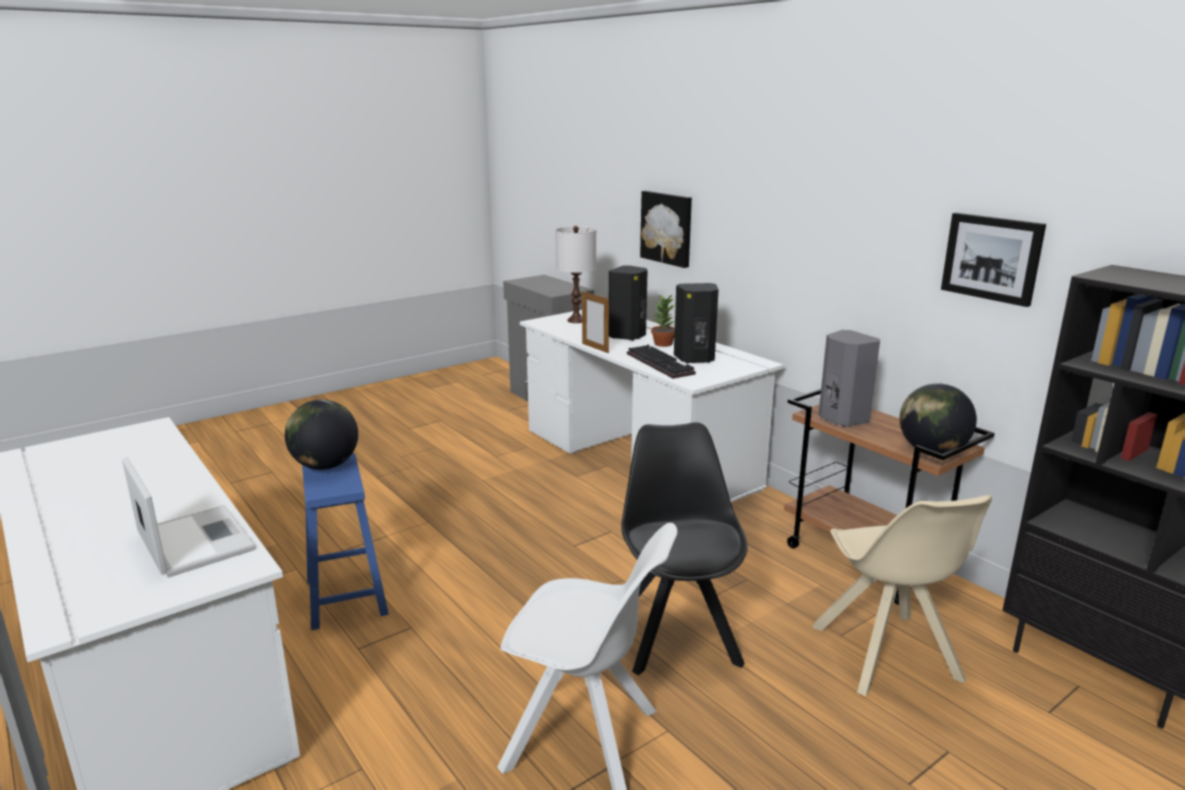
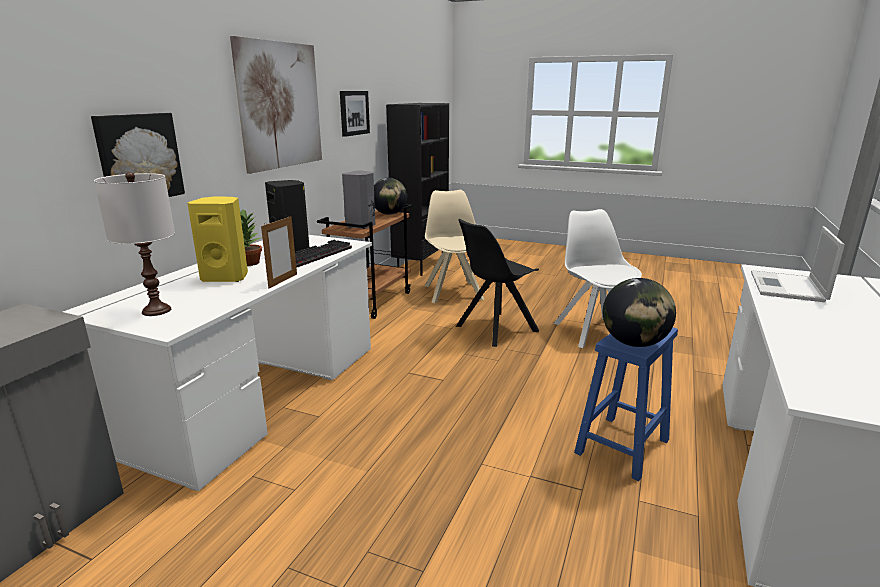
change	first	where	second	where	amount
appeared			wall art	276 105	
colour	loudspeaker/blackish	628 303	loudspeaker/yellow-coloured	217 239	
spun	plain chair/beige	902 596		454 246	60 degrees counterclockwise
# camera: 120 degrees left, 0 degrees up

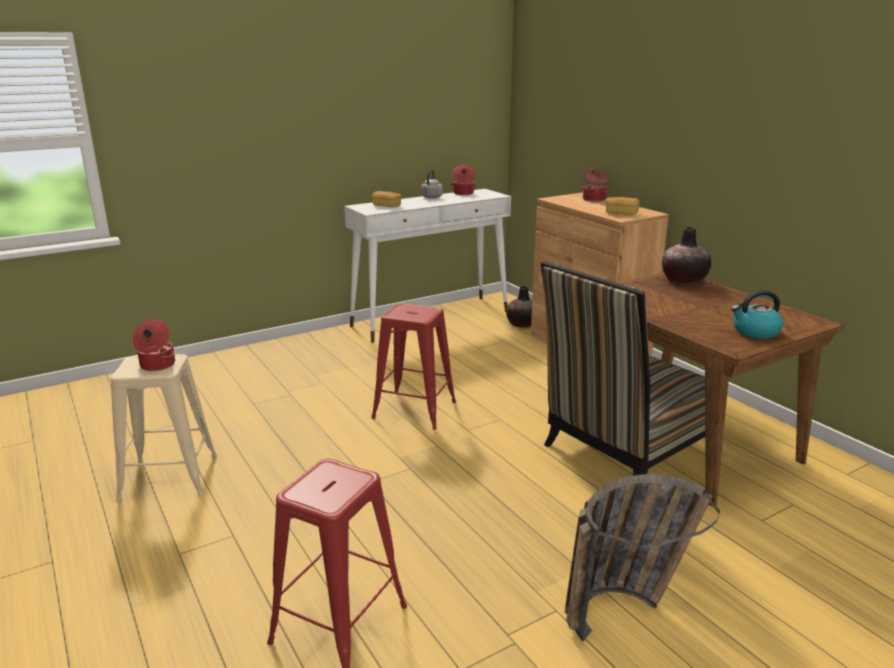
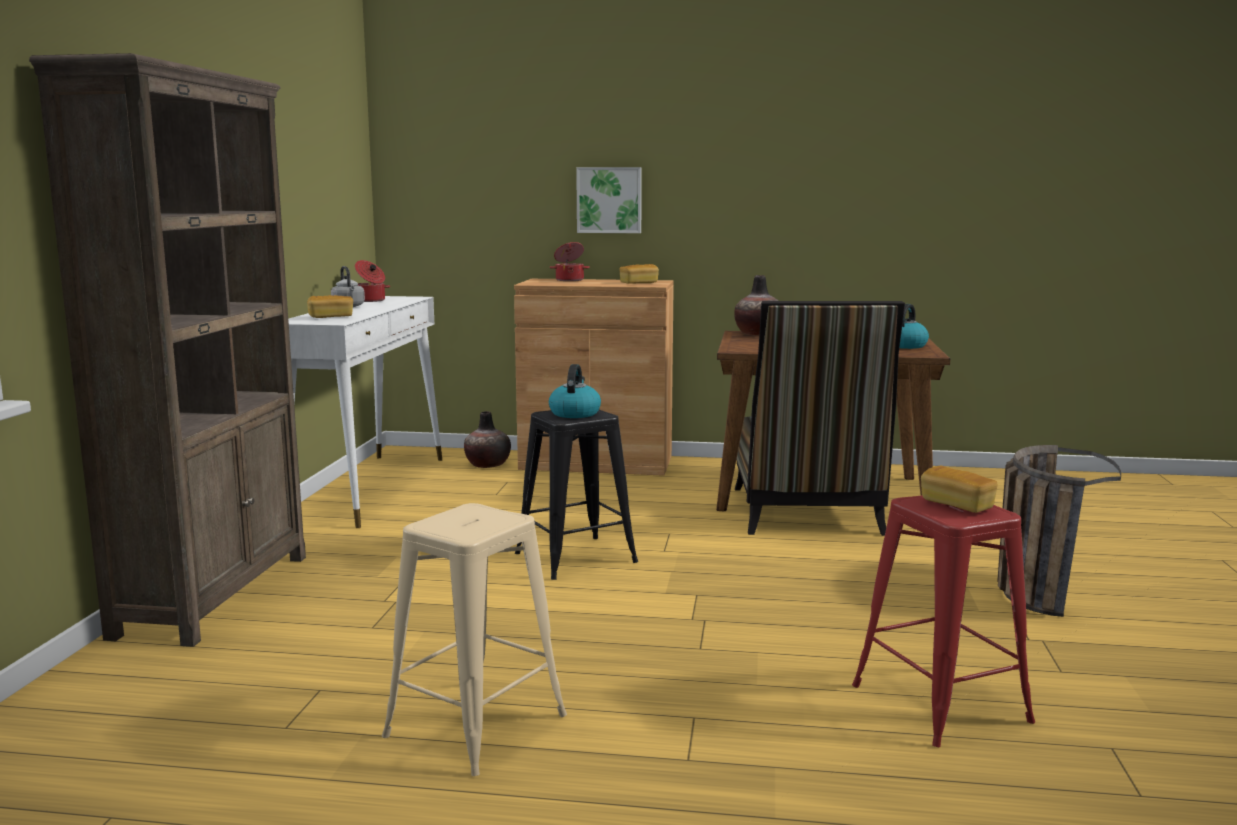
change	first	where	second	where	amount
missing	stockpot	153 345			
appeared			bookshelf/brownish	167 350	
appeared			water kettle	575 391	
appeared			wall art	609 200	
appeared			bread	959 489	
colour	stool seat/red	413 366	stool seat/blackish	576 494	
# camera: 50 degrees left, 10 degrees down

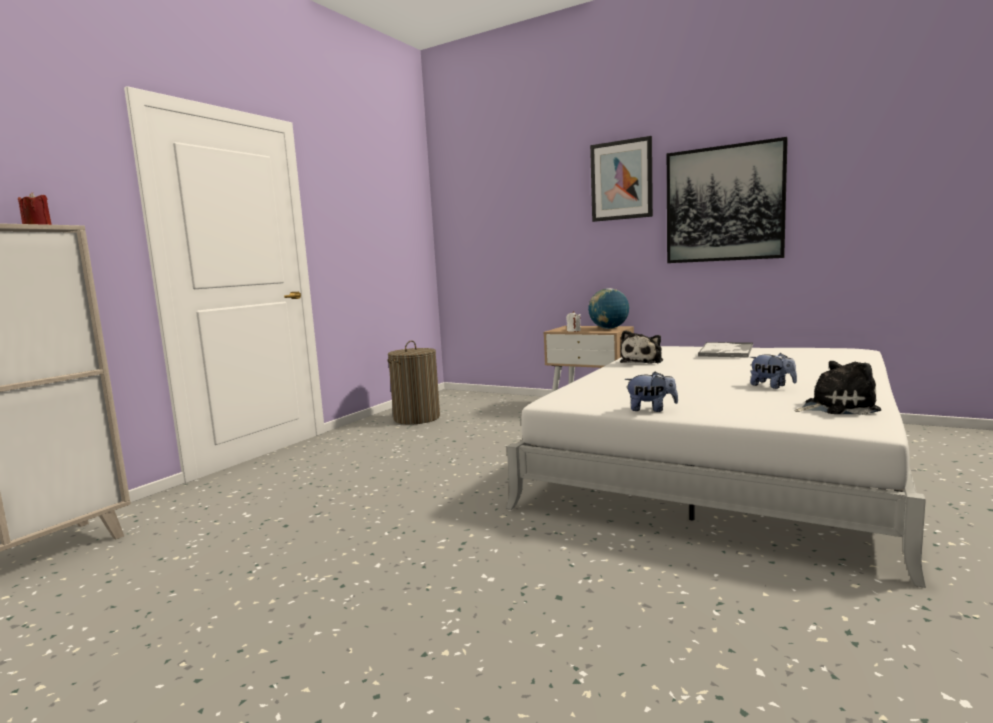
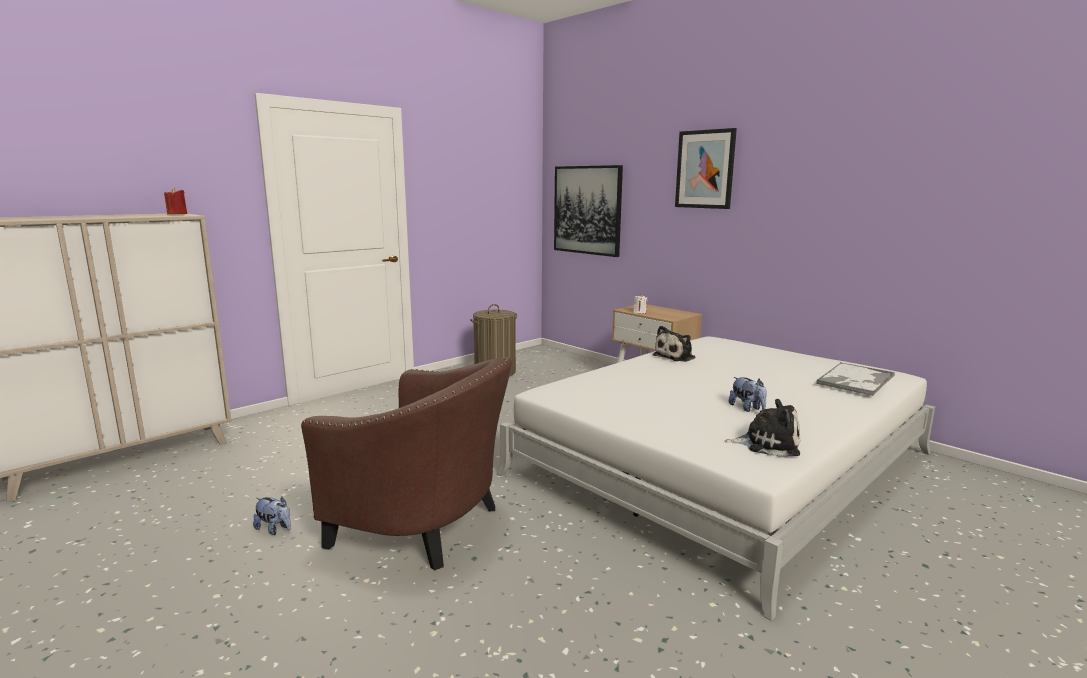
change	first	where	second	where	amount
missing	globe	608 308			
appeared			armchair/brownish	406 464	
relocated	soft toy	651 392		272 515	
relocated	wall art	727 200		588 211	
relocated	tray	725 350		855 379	
# camera: 15 degrees right, 5 degrees up

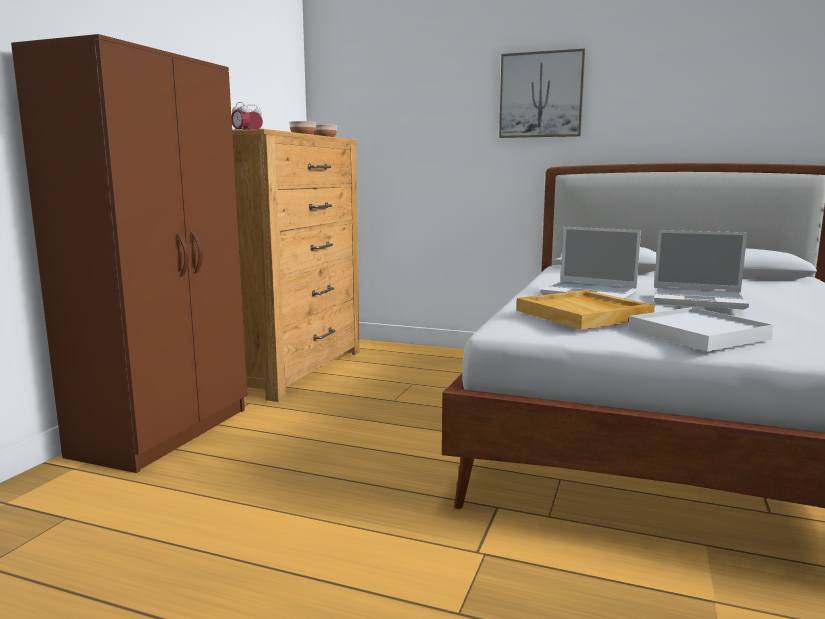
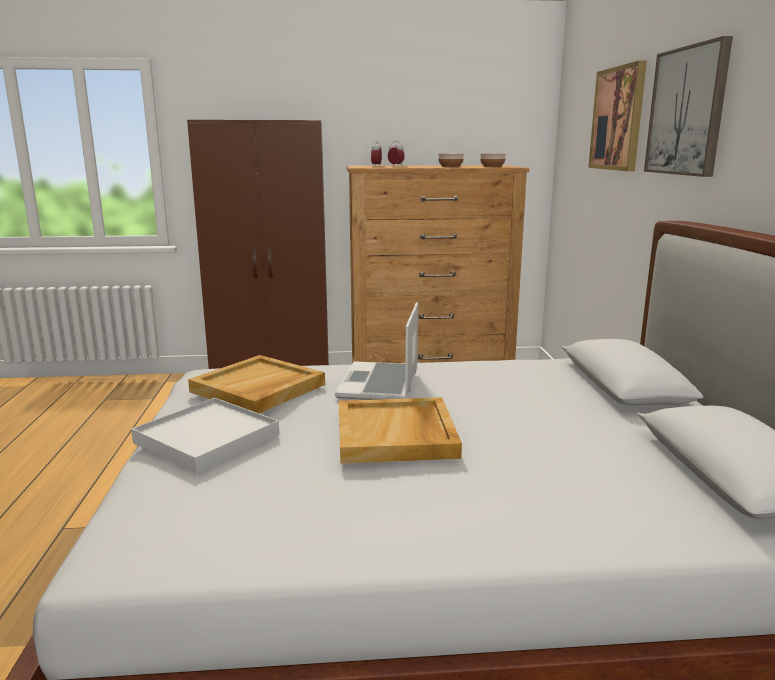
change	first	where	second	where	amount
appeared			wall art	617 115	
exchanged	notebook computer	701 269	tray/beige	400 430	
# camera: 65 degrees right, 5 degrees up

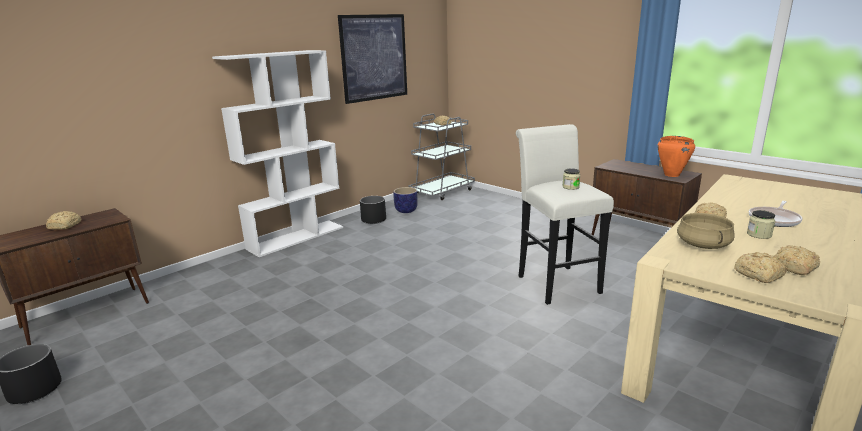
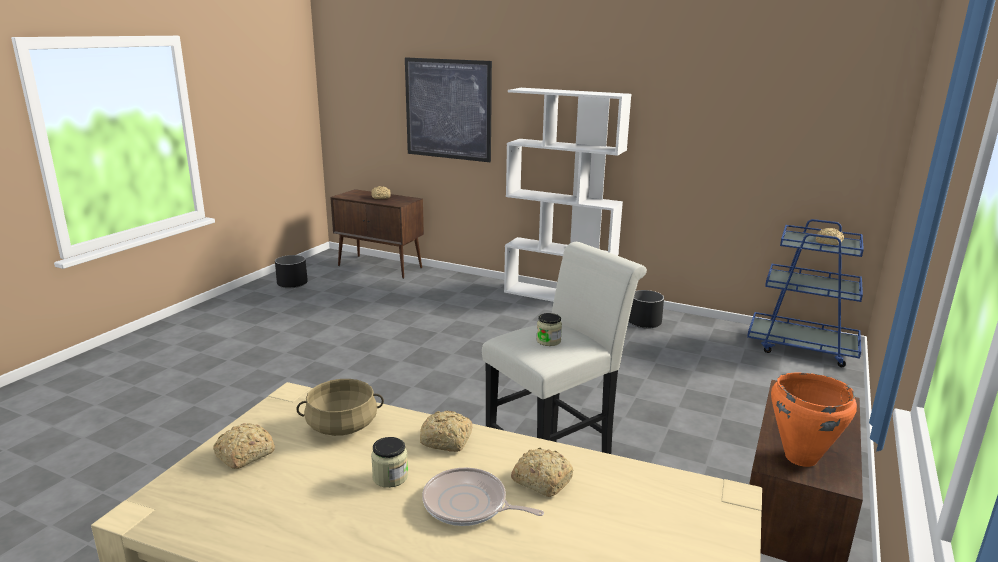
change	first	where	second	where	amount
missing	planter	405 200			
relocated	wall art	372 59		448 110	
relocated	bread	796 260		542 472	
colour	wheeled cart/gray	442 156	wheeled cart/bluish	805 293	
# camera: 70 degrees right, 0 degrees up

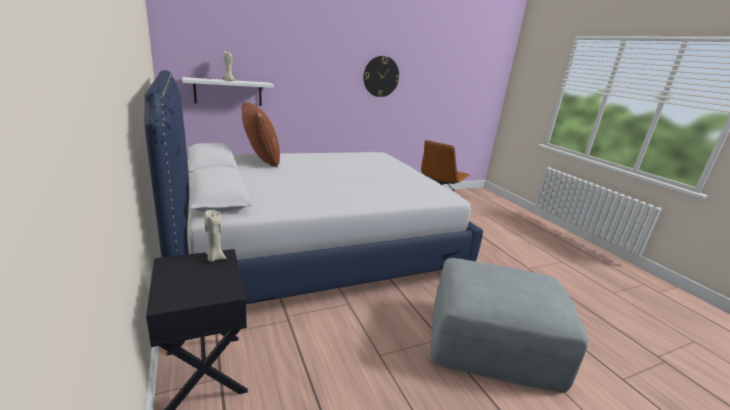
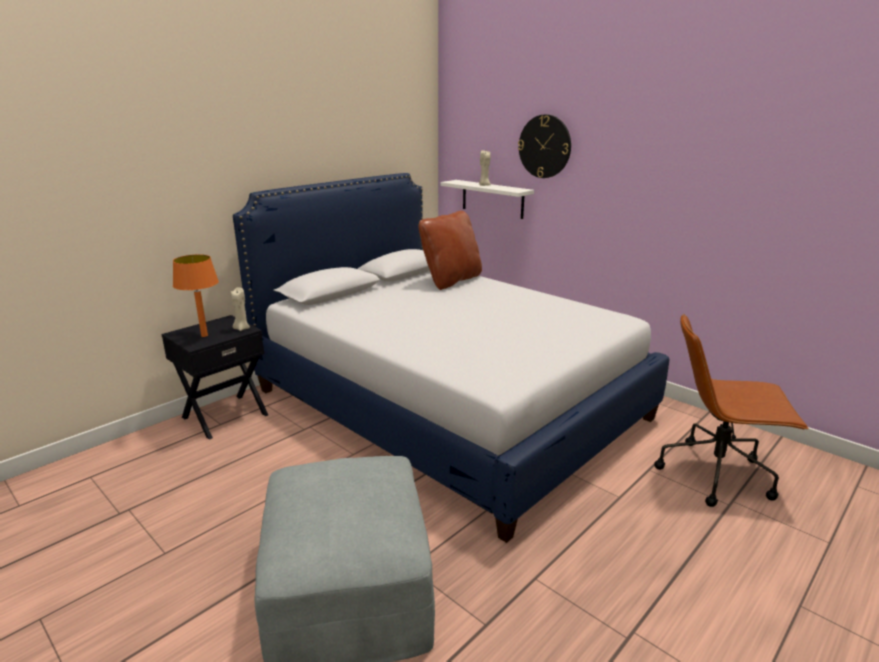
change	first	where	second	where	amount
appeared			tabletop lamp/orangey	196 295	
relocated	hanging clock	381 76		544 146	
# camera: 70 degrees right, 0 degrees up

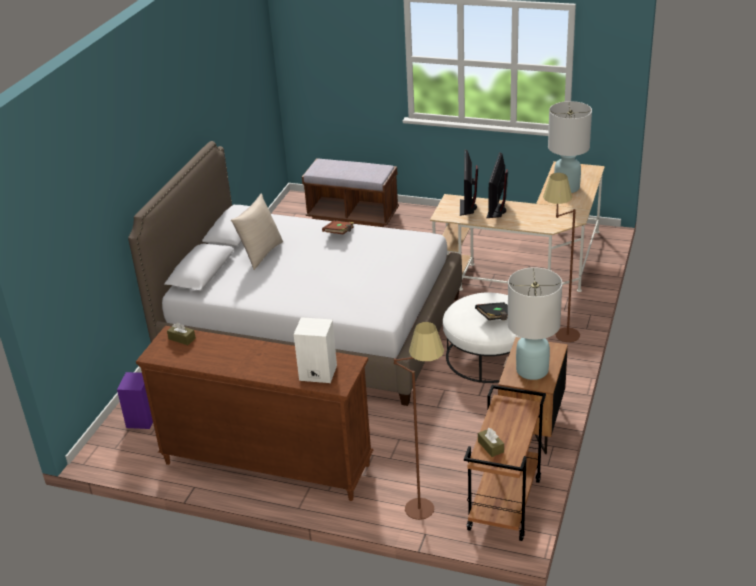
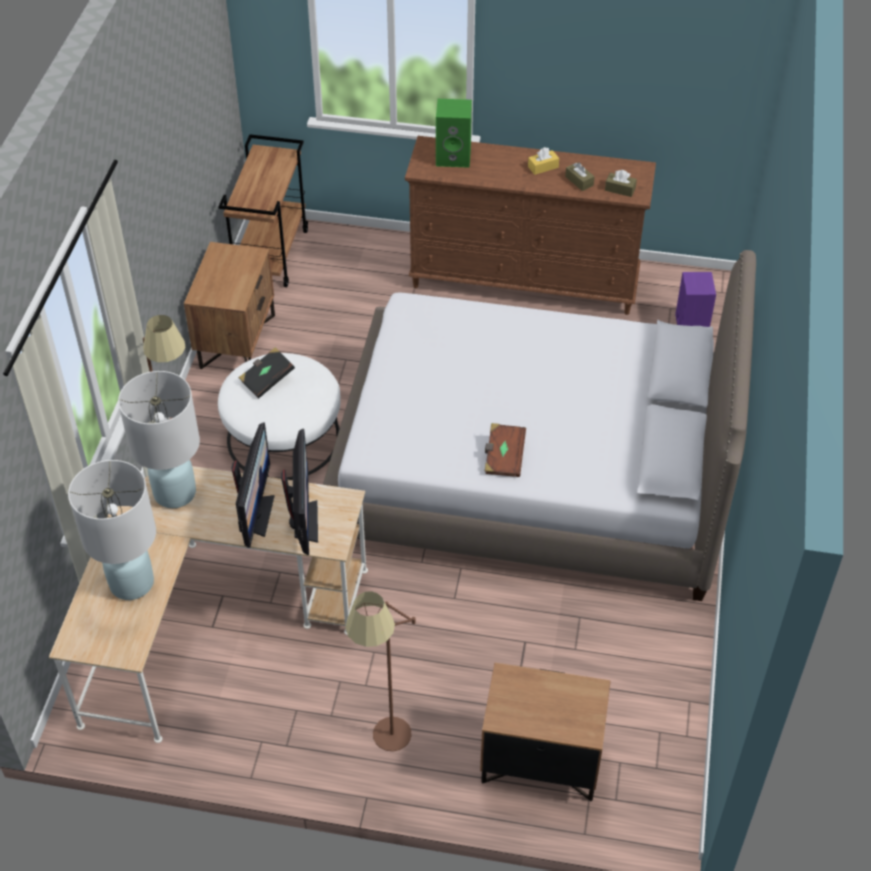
change	first	where	second	where	amount
missing	throw pillow/beige	257 232			
appeared			box of tissues/yellow-coloured	543 161	
relocated	standing lamp/brownish	419 421		380 671	
relocated	box of tissues/brownish	491 442		580 176	
relocated	tabletop lamp/whitish	535 323		159 439	
exchanged	indoor bench/brownish	350 192	nightstand/brownish	545 732	
colour	loudspeaker/whitish	315 350	loudspeaker/green	454 133	
# camera: 170 degrees right, 15 degrees up

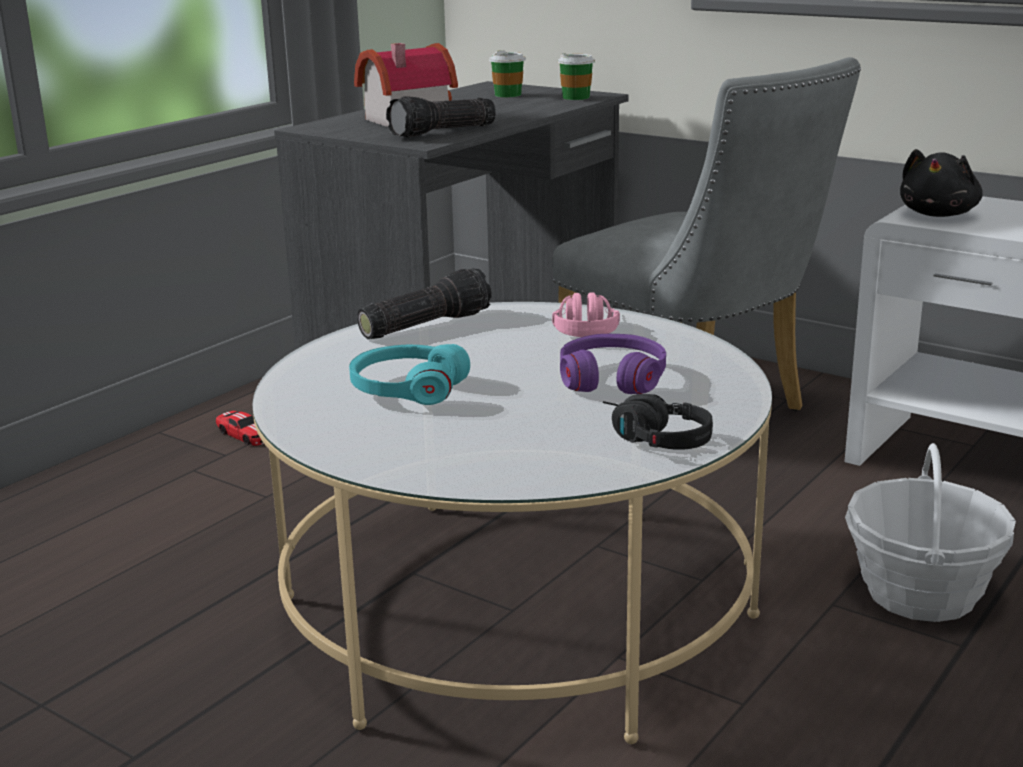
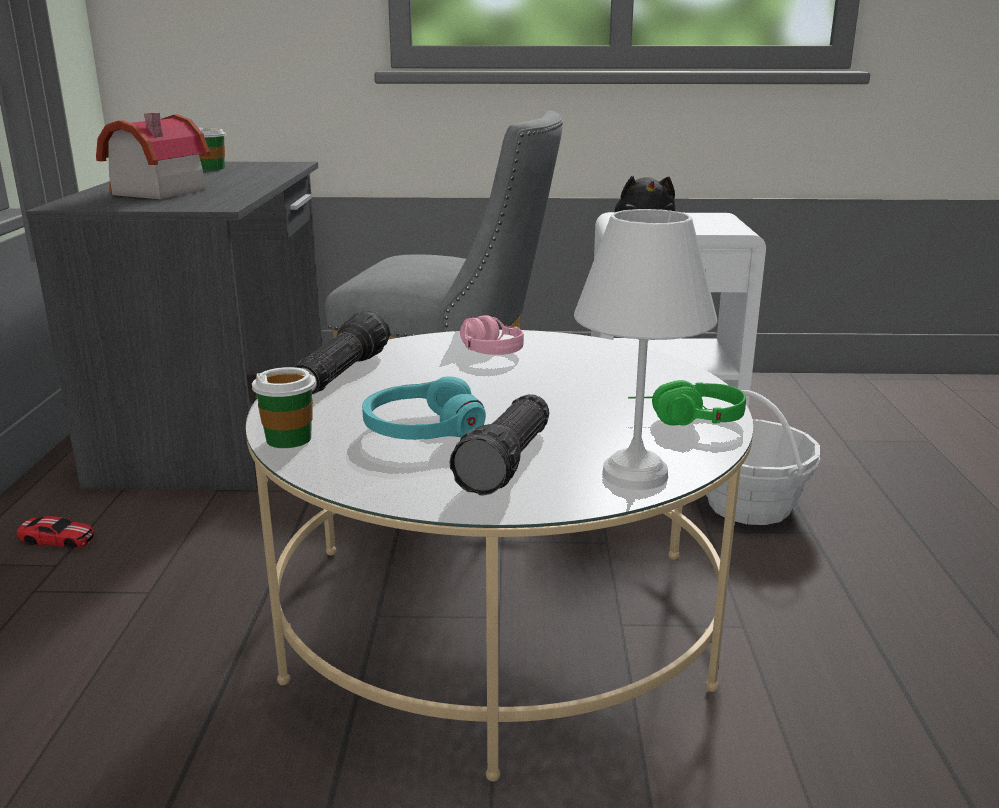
change	first	where	second	where	amount
missing	headphones/purple-coloured	613 364			
appeared			tabletop lamp/whitish	646 349	
relocated	flashlight	441 117		499 445	
relocated	drinking cup	576 76		284 407	
colour	headphones/blackish	658 422	headphones/green	687 403	
# camera: 35 degrees left, 0 degrees up

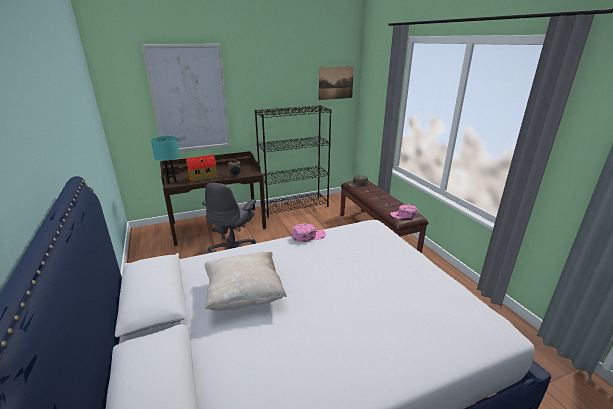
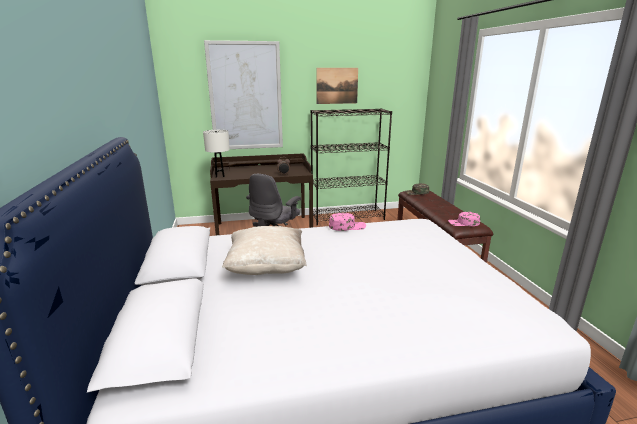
change	first	where	second	where	amount
missing	toy house	201 168			
relocated	wall art	336 83		337 86	
colour	tabletop lamp/turquoise-coloured	165 160	tabletop lamp/whitish	216 153	
# camera: 10 degrees right, 5 degrees down

